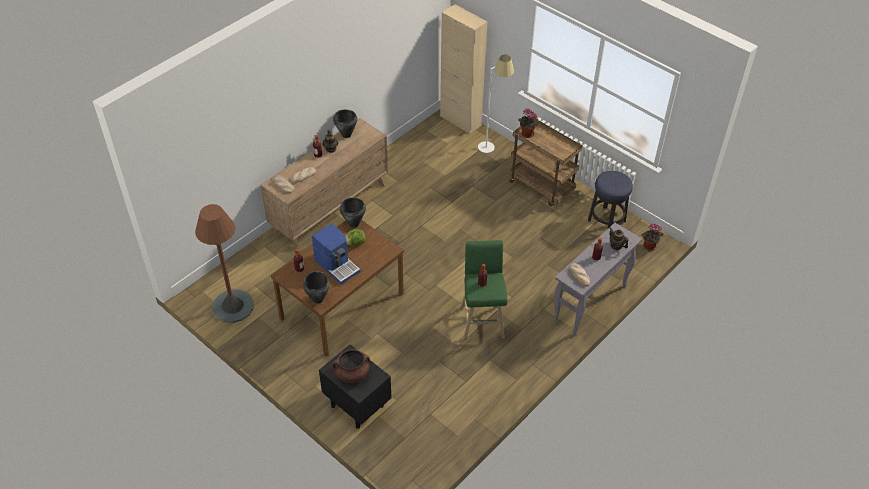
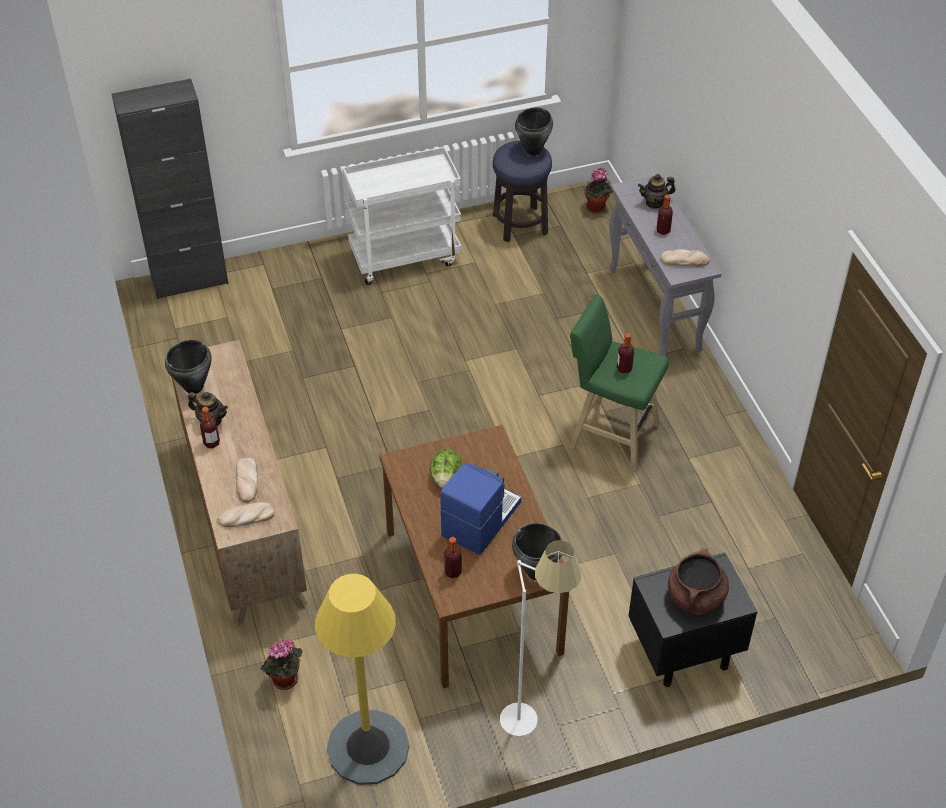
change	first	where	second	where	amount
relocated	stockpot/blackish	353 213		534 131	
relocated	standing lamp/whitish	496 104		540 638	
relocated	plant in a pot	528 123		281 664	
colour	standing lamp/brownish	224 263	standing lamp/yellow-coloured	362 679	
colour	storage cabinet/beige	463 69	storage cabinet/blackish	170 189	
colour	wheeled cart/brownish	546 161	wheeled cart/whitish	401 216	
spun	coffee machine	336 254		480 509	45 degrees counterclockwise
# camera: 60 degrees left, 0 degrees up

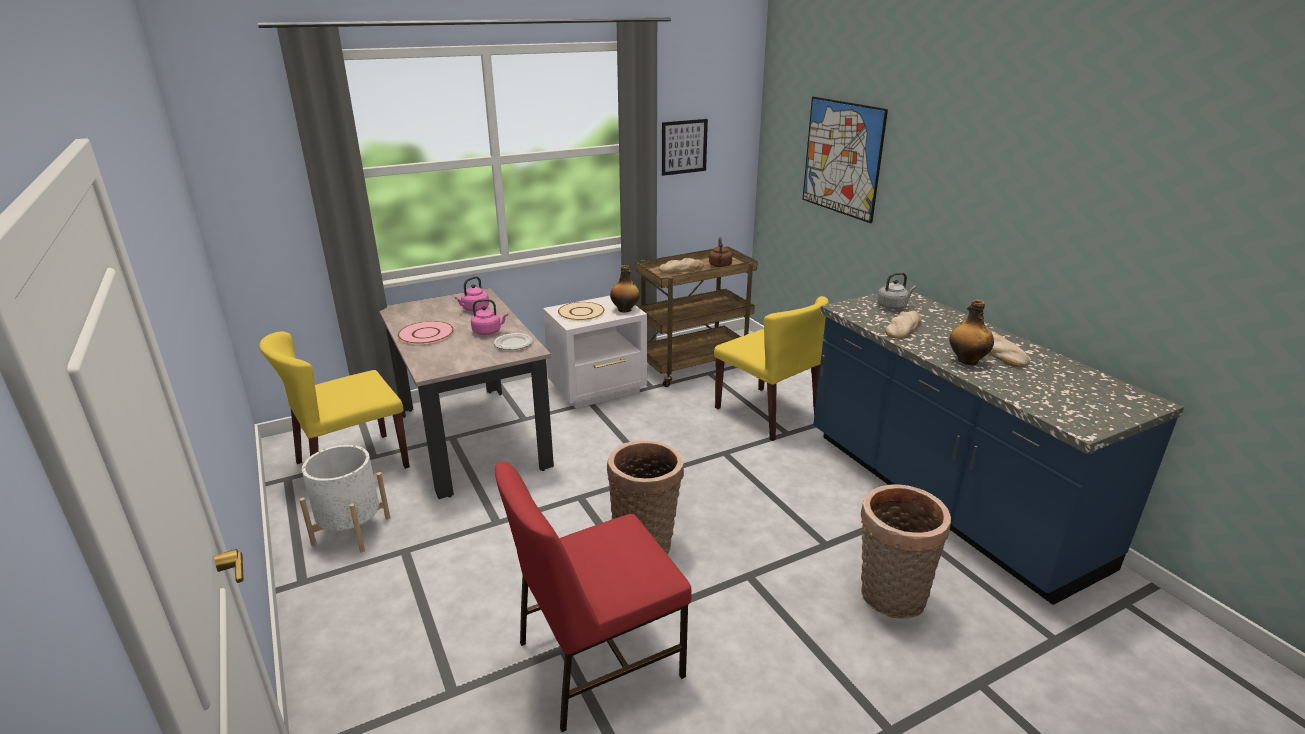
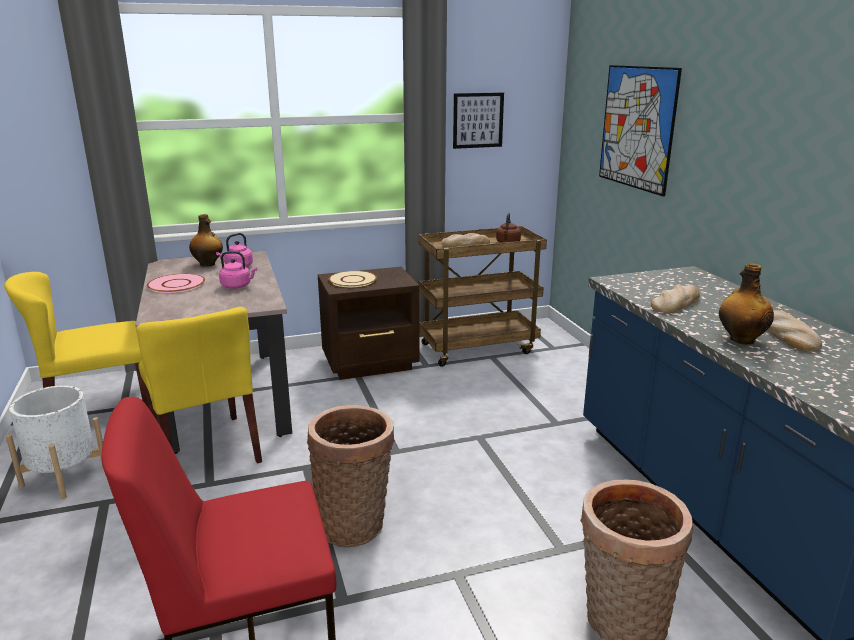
change	first	where	second	where	amount
missing	flat dish	513 341			
missing	water kettle/gray	896 290			
relocated	bottle	625 288		206 240	
relocated	plain chair/yellow-coloured	771 368		199 385	
colour	nightstand/whitish	595 352	nightstand/brownish	369 323	
# camera: 10 degrees right, 5 degrees down

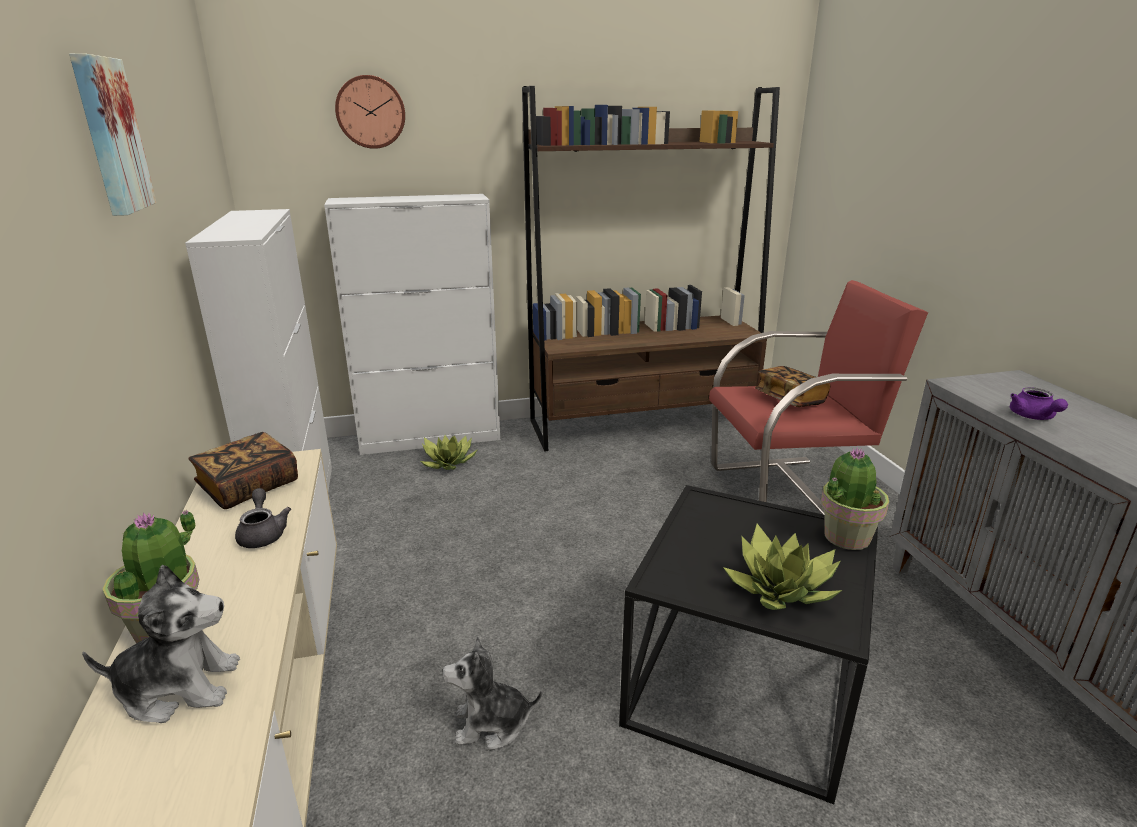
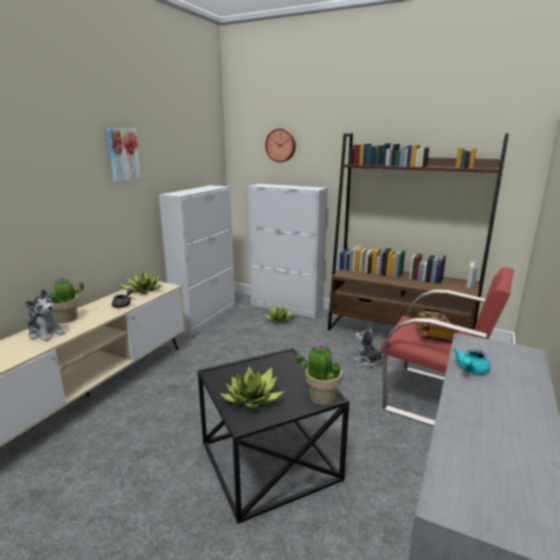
change	first	where	second	where	amount
relocated	soft toy	492 693		371 347	
exchanged	volume	243 470	plant in a pot	139 283	
colour	teapot/purple-coloured	1039 403	teapot/turquoise-coloured	471 361	
# camera: 40 degrees right, 5 degrees down

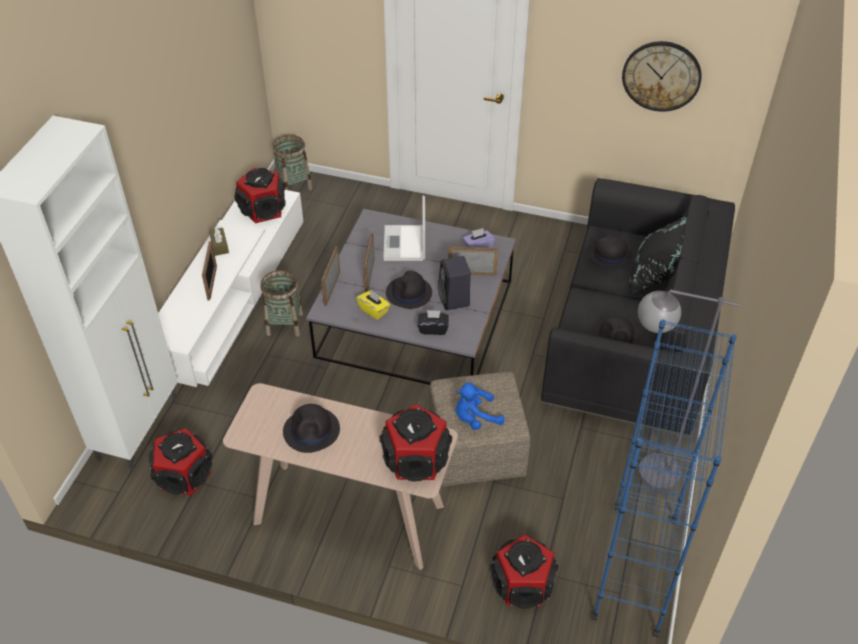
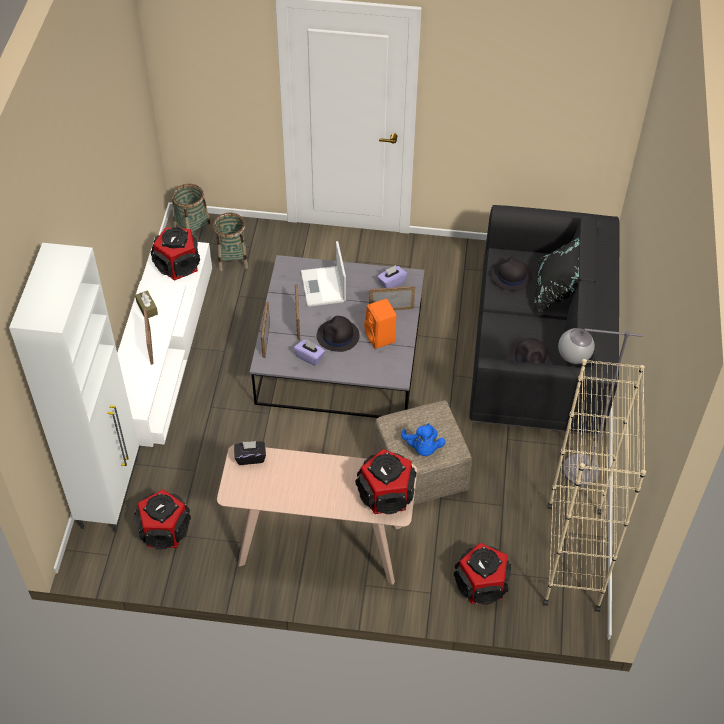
change	first	where	second	where	amount
missing	wearable hat/blackish	311 428			
missing	hanging clock	662 76			
relocated	basket	281 303		230 242	
relocated	box of tissues/blackish	433 322		250 453	
colour	box of tissues/yellow-coloured	373 305	box of tissues/purple-coloured	309 352	
colour	loudspeaker/blackish	454 283	loudspeaker/orangey	380 324	
colour	bookshelf/bluish	664 478	bookshelf/beige	594 485	
spun	soft toy/bluish	480 406		423 439	75 degrees counterclockwise
# camera: 10 degrees left, 5 degrees up

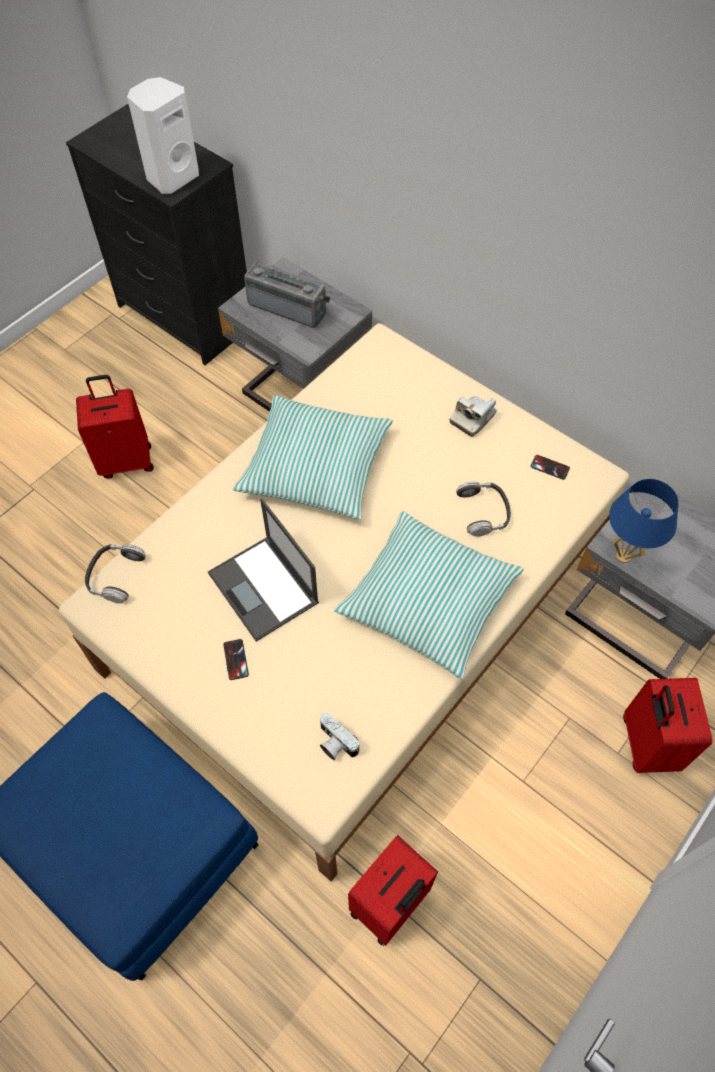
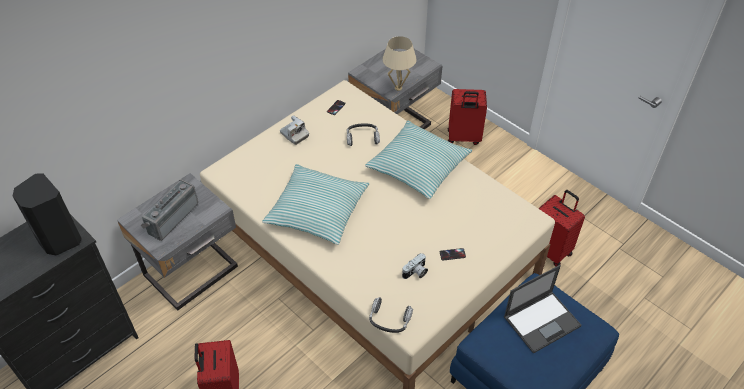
change	first	where	second	where	amount
relocated	notebook computer	263 570		543 309	
relocated	photo camera	339 736		415 266	
colour	loudspeaker/whitish	163 135	loudspeaker/blackish	47 214	
colour	tabletop lamp/bluish	643 521	tabletop lamp/beige	399 63	
# camera: 85 degrees left, 10 degrees down

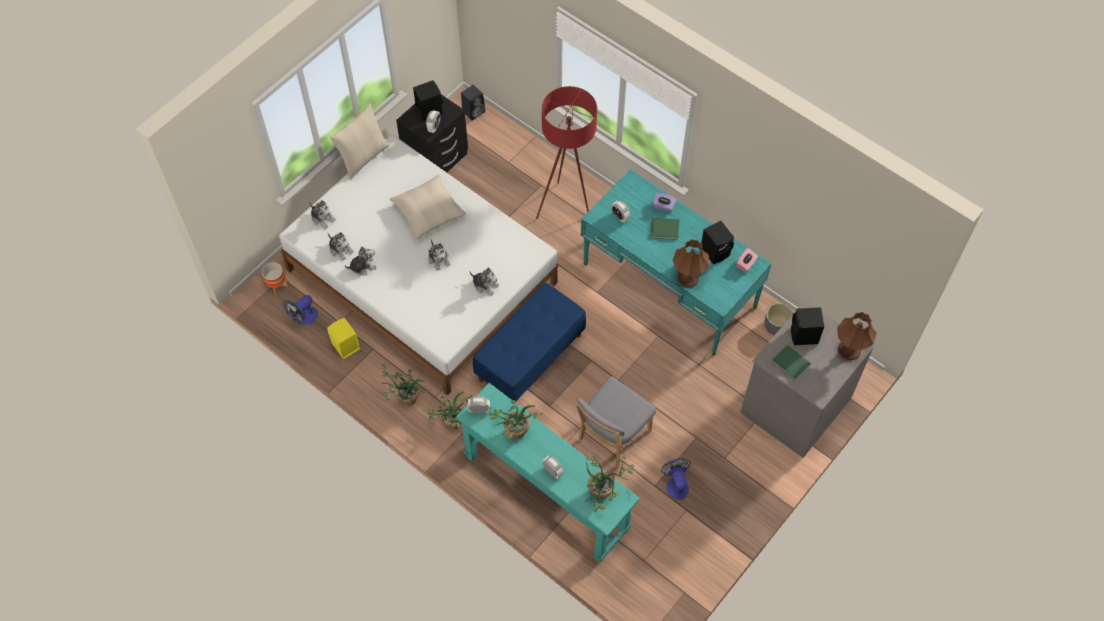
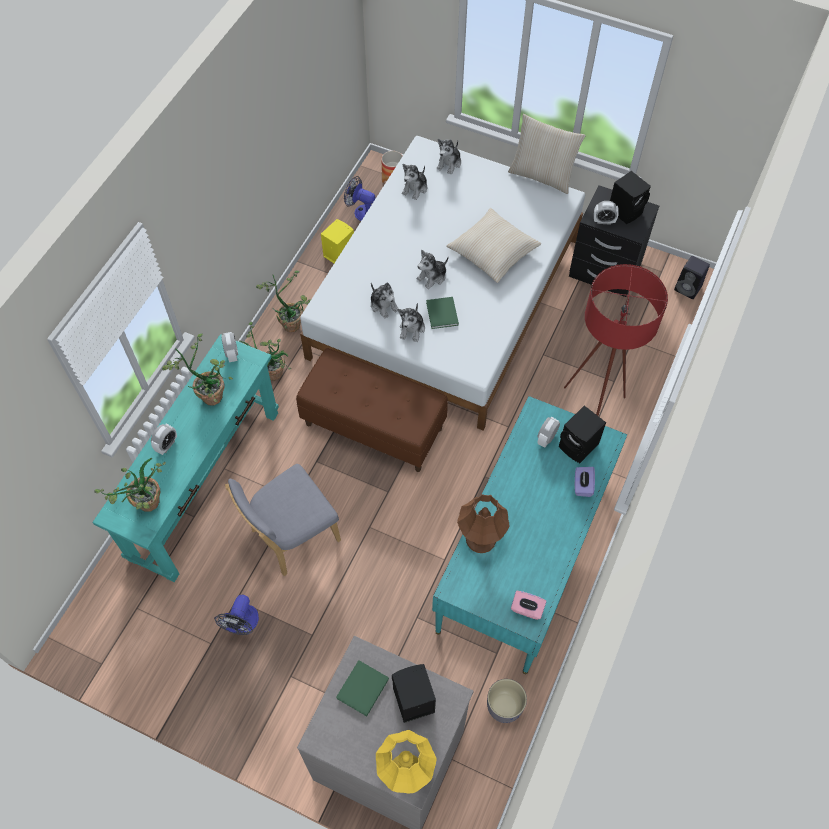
change	first	where	second	where	amount
relocated	soft toy	360 261		385 300	
relocated	volume/green	665 228		442 313	
relocated	loudspeaker/blackish	717 242		582 434	
colour	indoor bench/bluish	529 343	indoor bench/brownish	372 410	
colour	tabletop lamp/brownish	857 336	tabletop lamp/yellow-coloured	406 761	
spun	plain chair/gray	615 421		283 520	60 degrees counterclockwise
spun	fan	676 479		236 615	135 degrees clockwise
# camera: 75 degrees right, 0 degrees up

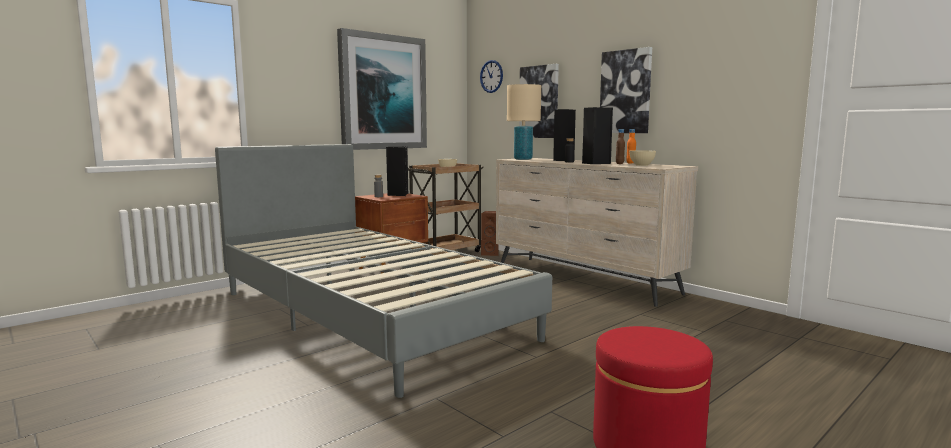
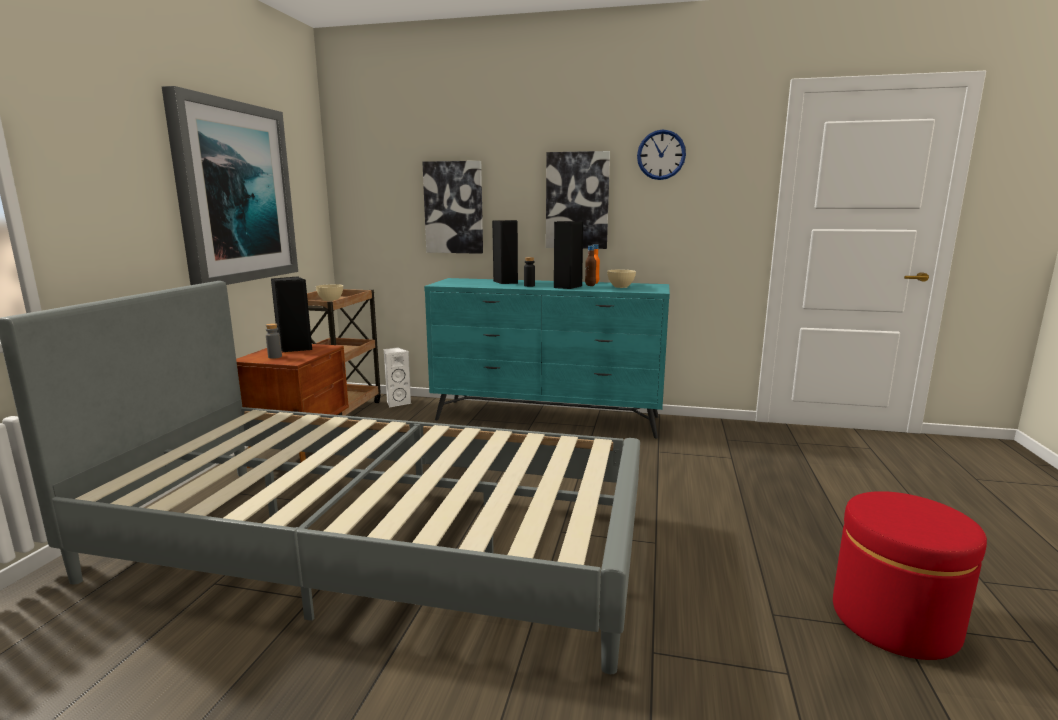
change	first	where	second	where	amount
missing	tabletop lamp/beige	524 122			
relocated	hanging clock	491 76		661 154	
colour	loudspeaker/brownish	490 233	loudspeaker/whitish	397 377	
colour	drawer chest/beige	597 232	drawer chest/turquoise-coloured	547 358	
# camera: 35 degrees left, 5 degrees up

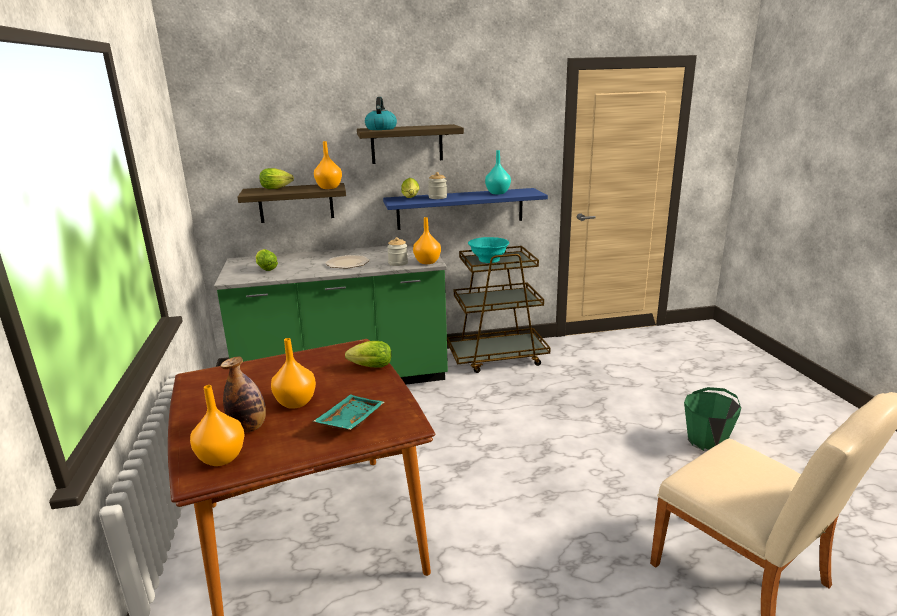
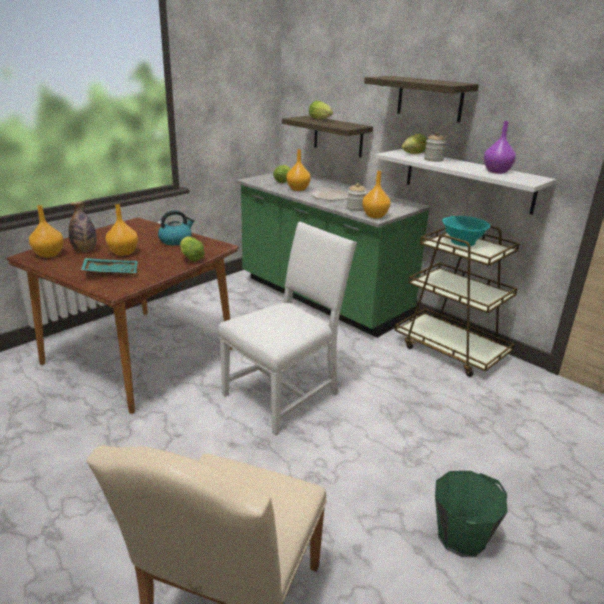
change	first	where	second	where	amount
appeared			plain chair/whitish	287 329	
relocated	flower vase/orangey	328 165		298 170	
relocated	water kettle	381 113		176 227	
colour	wall shelf/bluish	465 209	wall shelf/whitish	465 182	
colour	flower vase/turquoise-coloured	498 172	flower vase/purple-coloured	500 147	
# camera: 55 degrees right, 5 degrees up

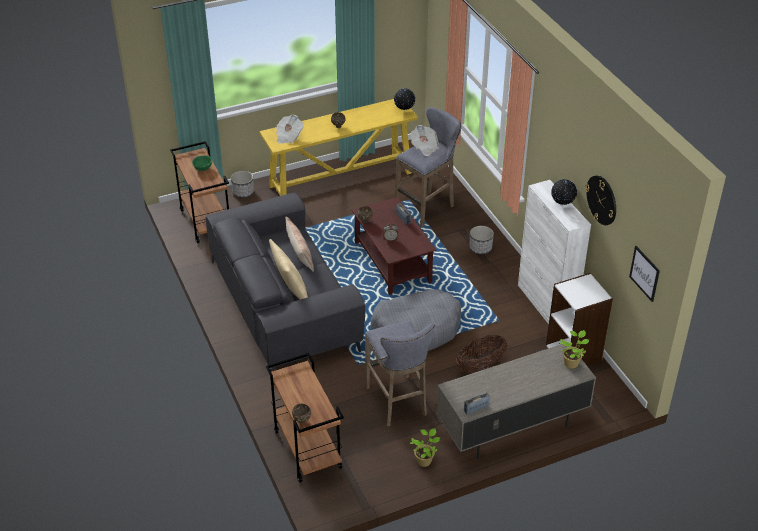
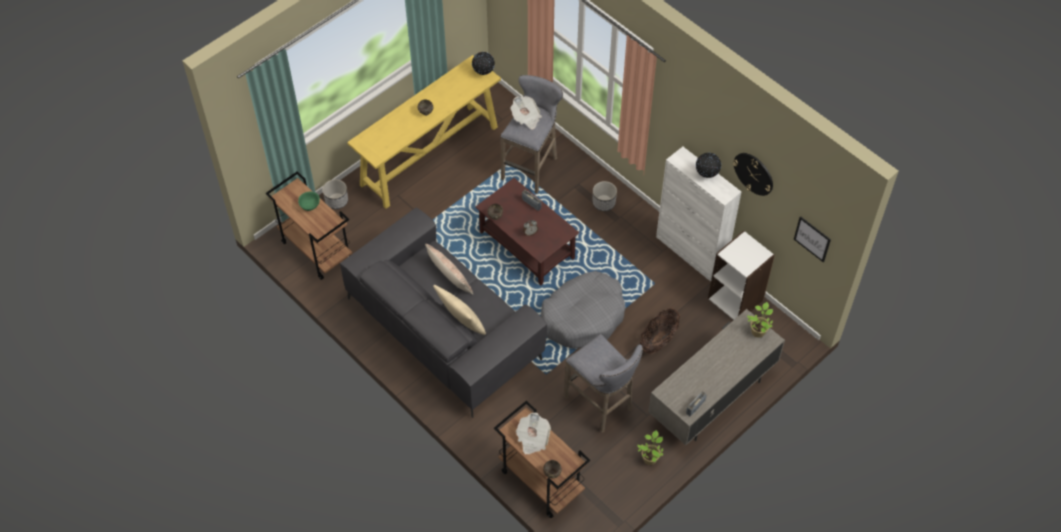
change	first	where	second	where	amount
relocated	newspaper	289 129		533 434	
# camera: 20 degrees left, 15 degrees up

